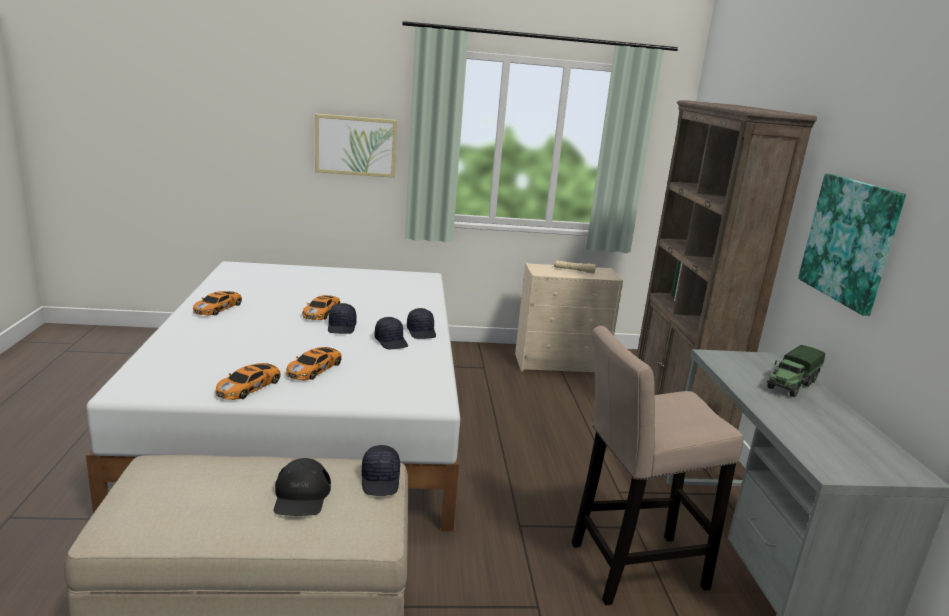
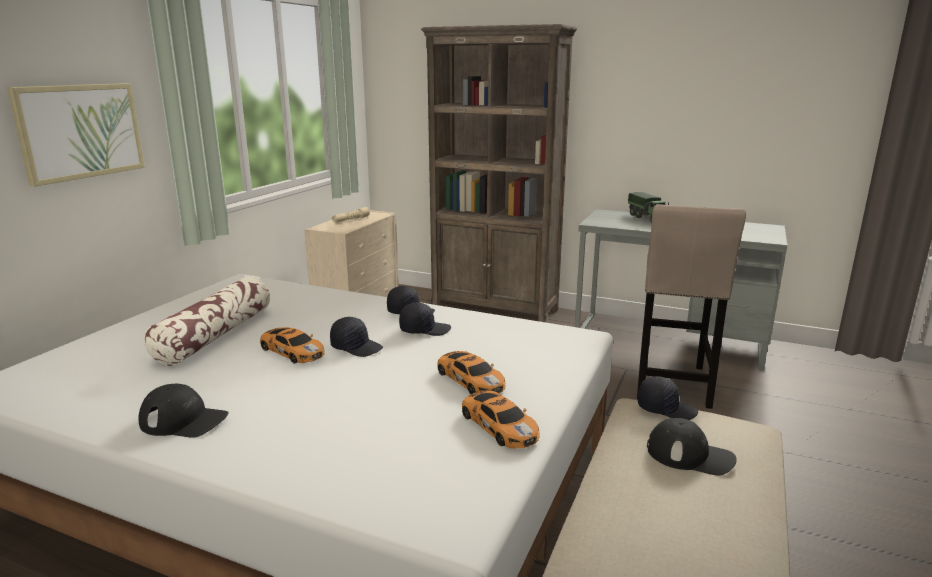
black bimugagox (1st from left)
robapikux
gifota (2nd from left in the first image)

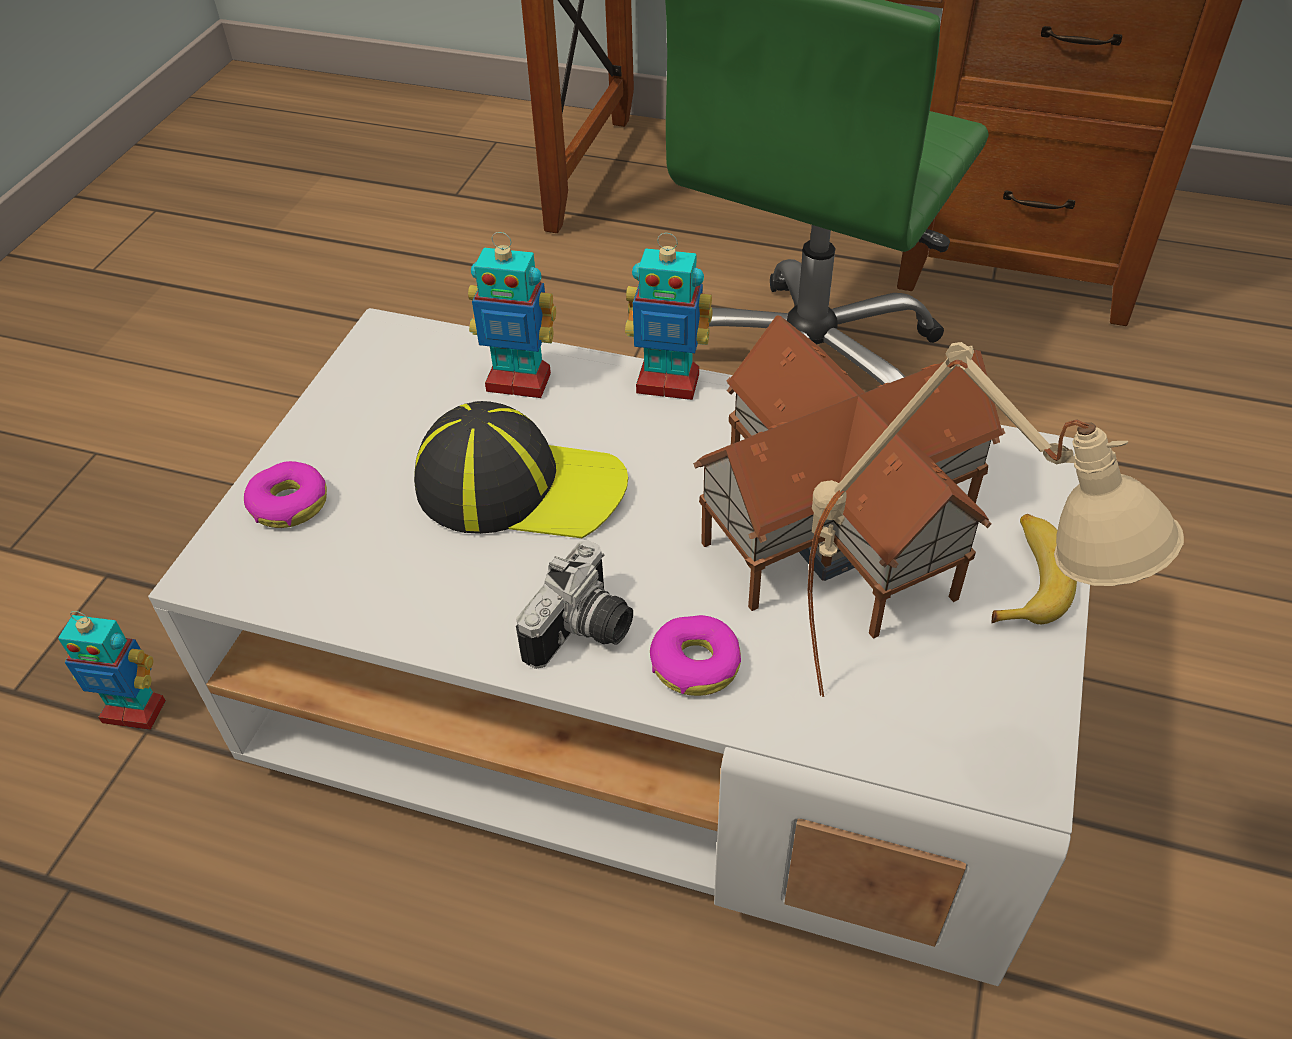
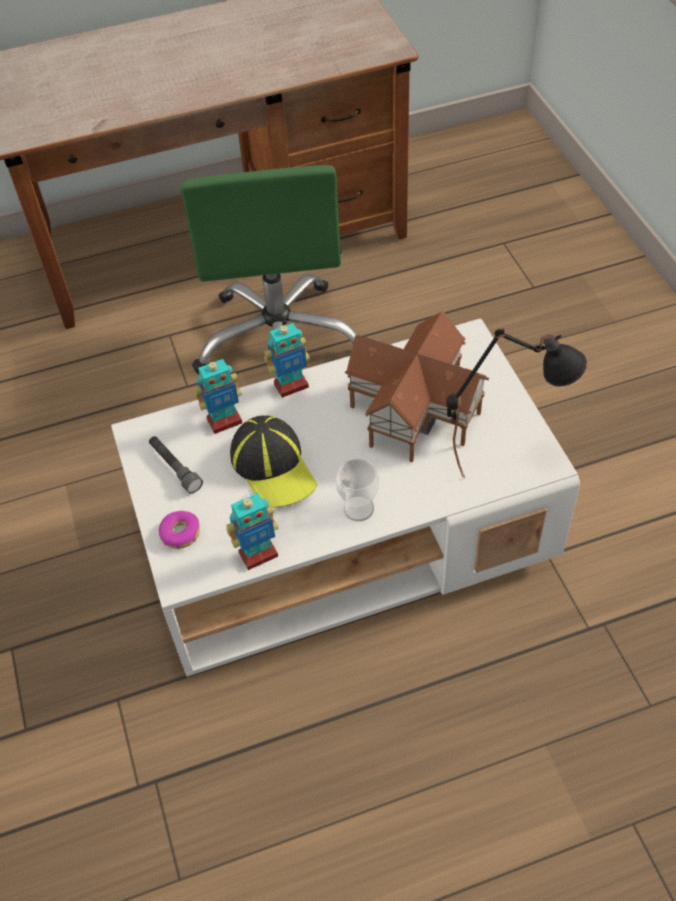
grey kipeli
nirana (2nd from left)
bimugagox
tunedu
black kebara
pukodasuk (2nd from left in the first image)
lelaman

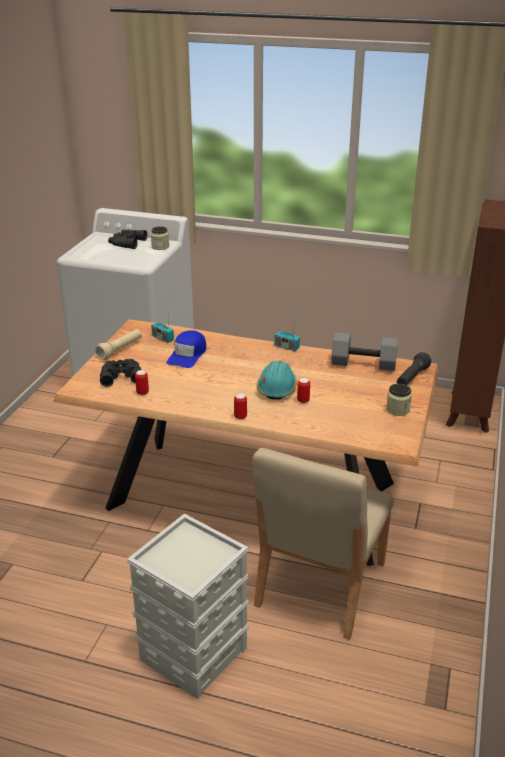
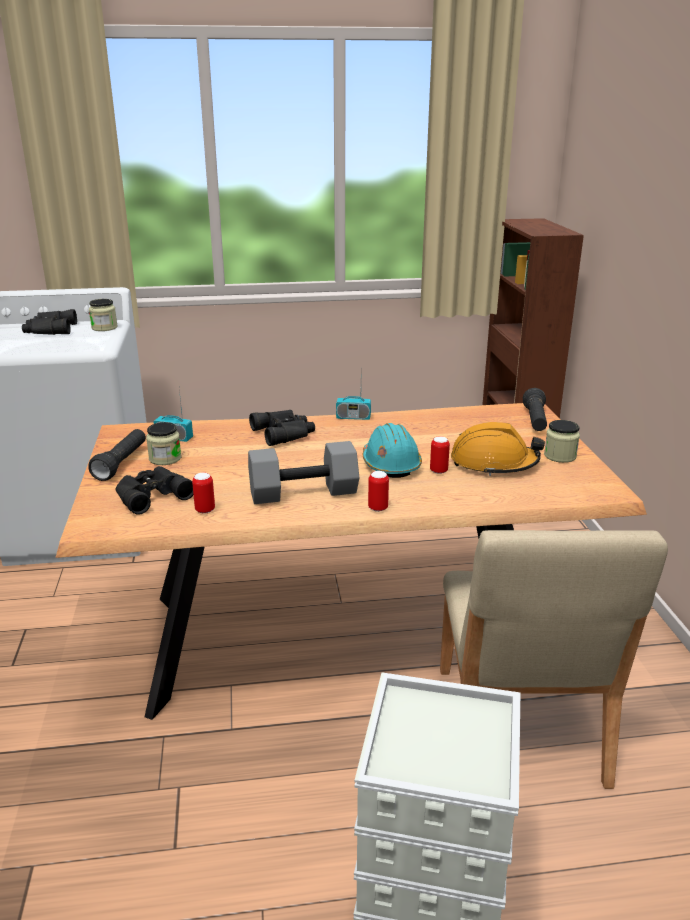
black kipeli (1st from left)
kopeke (2nd from left)
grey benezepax
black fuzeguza (3rd from left)
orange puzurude
blue bimugagox

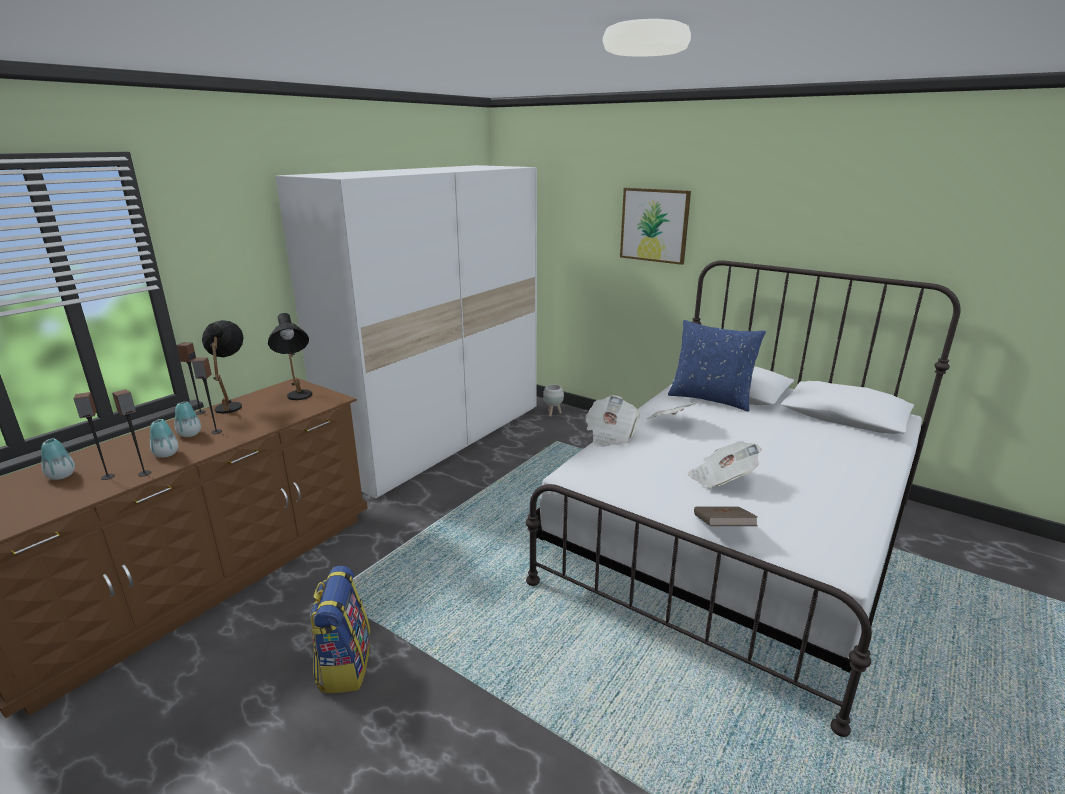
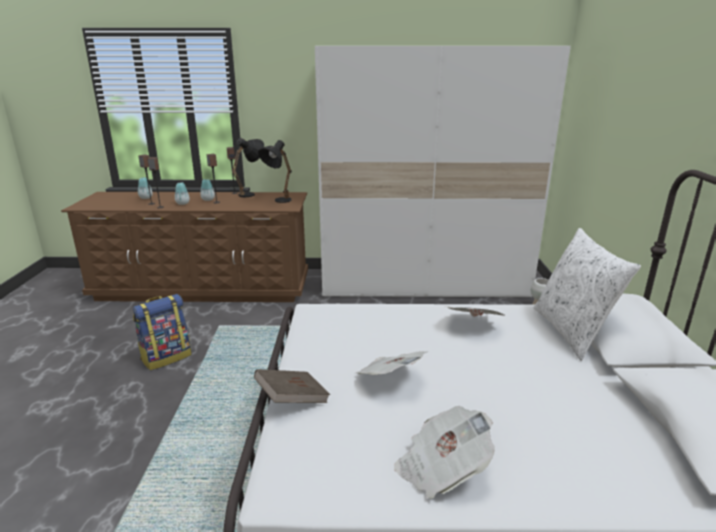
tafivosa (2nd from left)
white robapikux
gifota

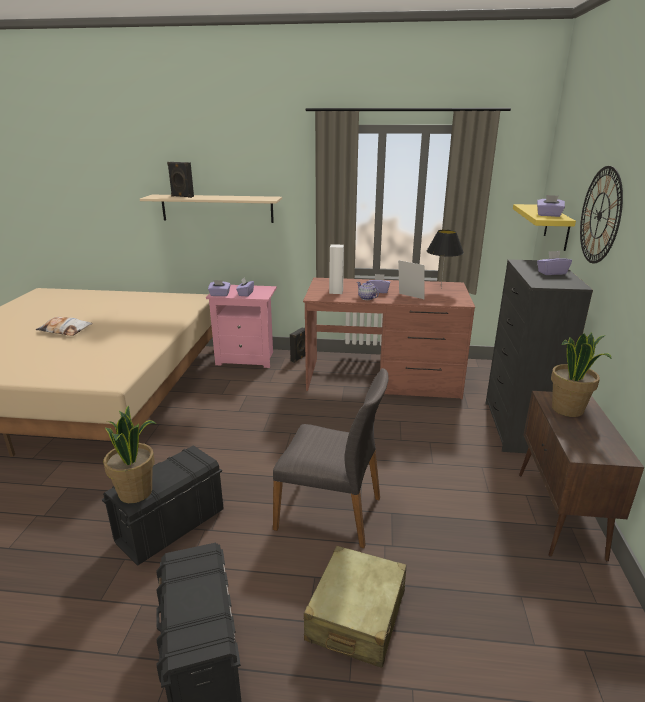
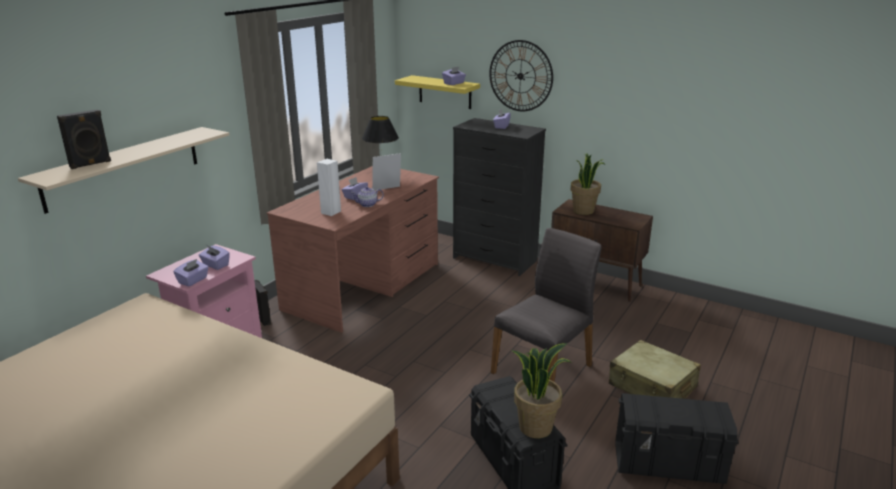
robapikux

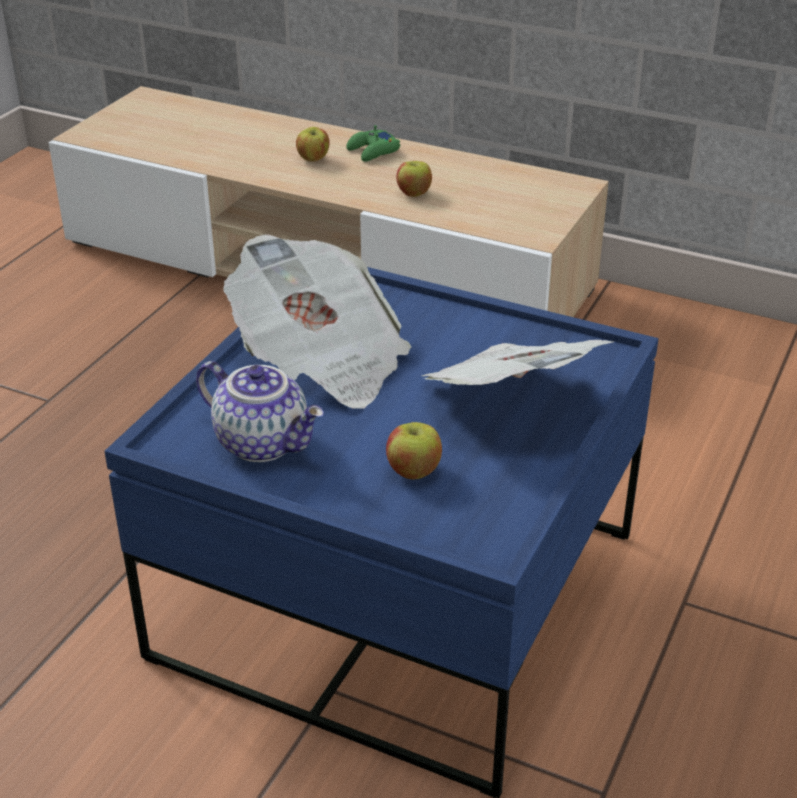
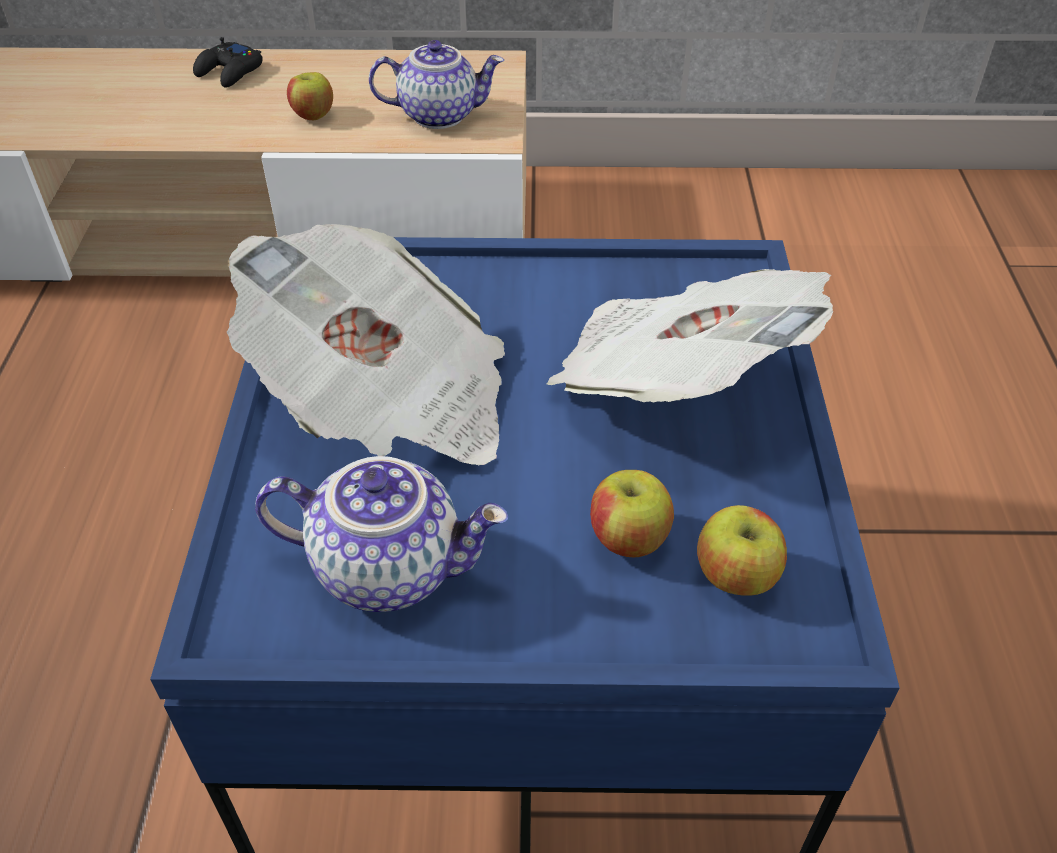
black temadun
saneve (2nd from left)
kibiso (3rd from left)

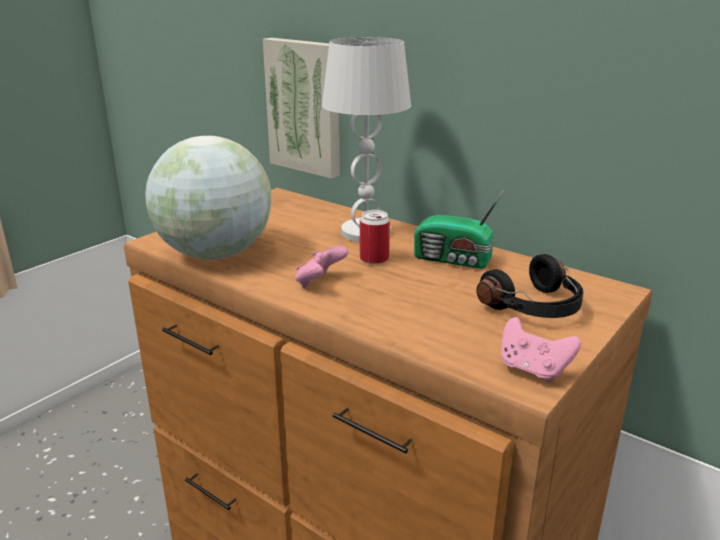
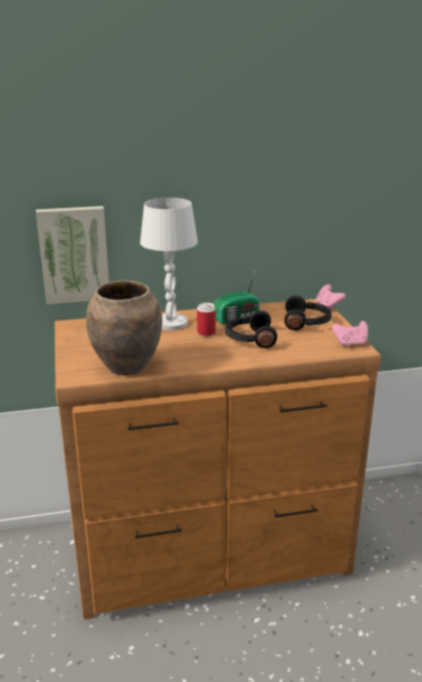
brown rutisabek
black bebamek (1st from left)
pink temadun (1st from left)

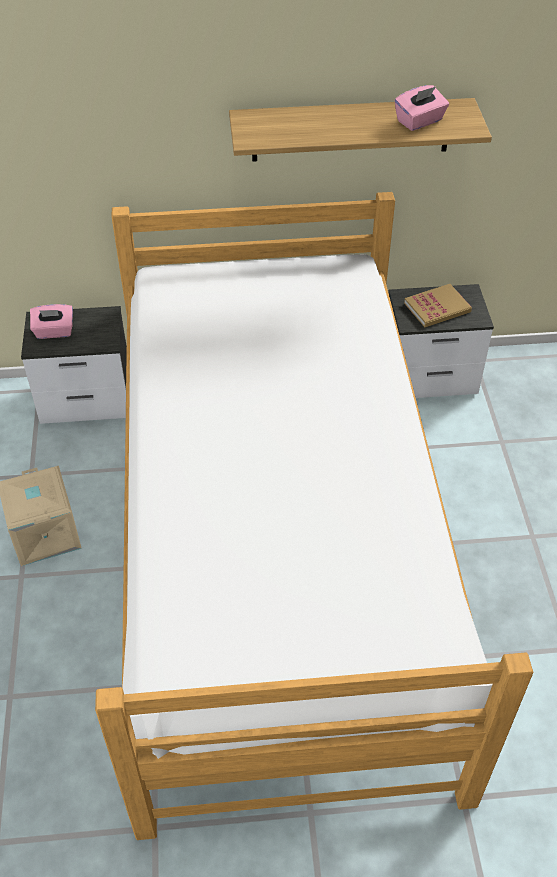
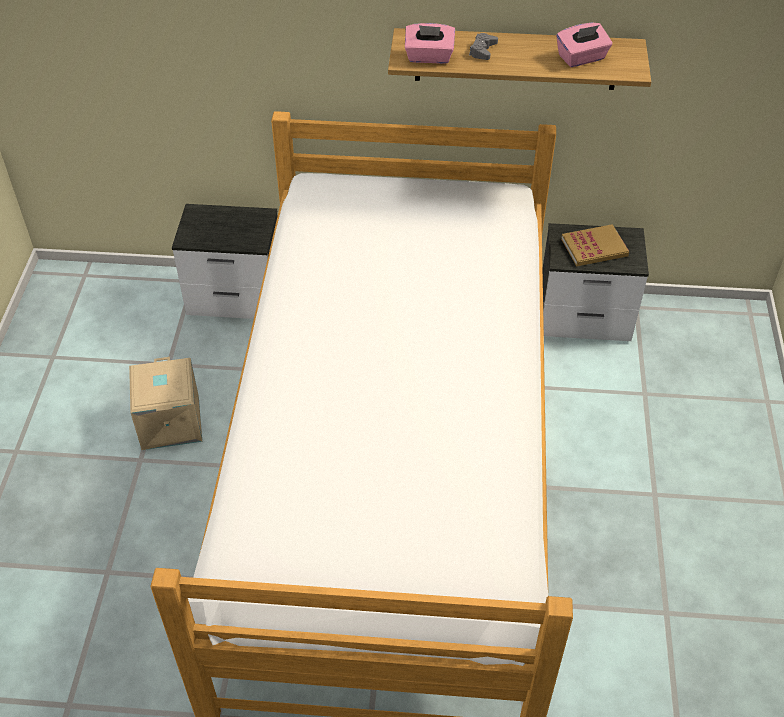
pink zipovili (1st from left)
grey temadun

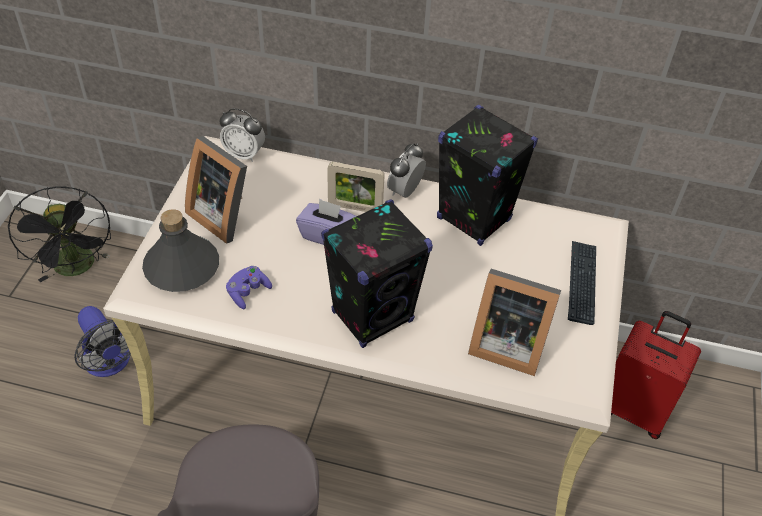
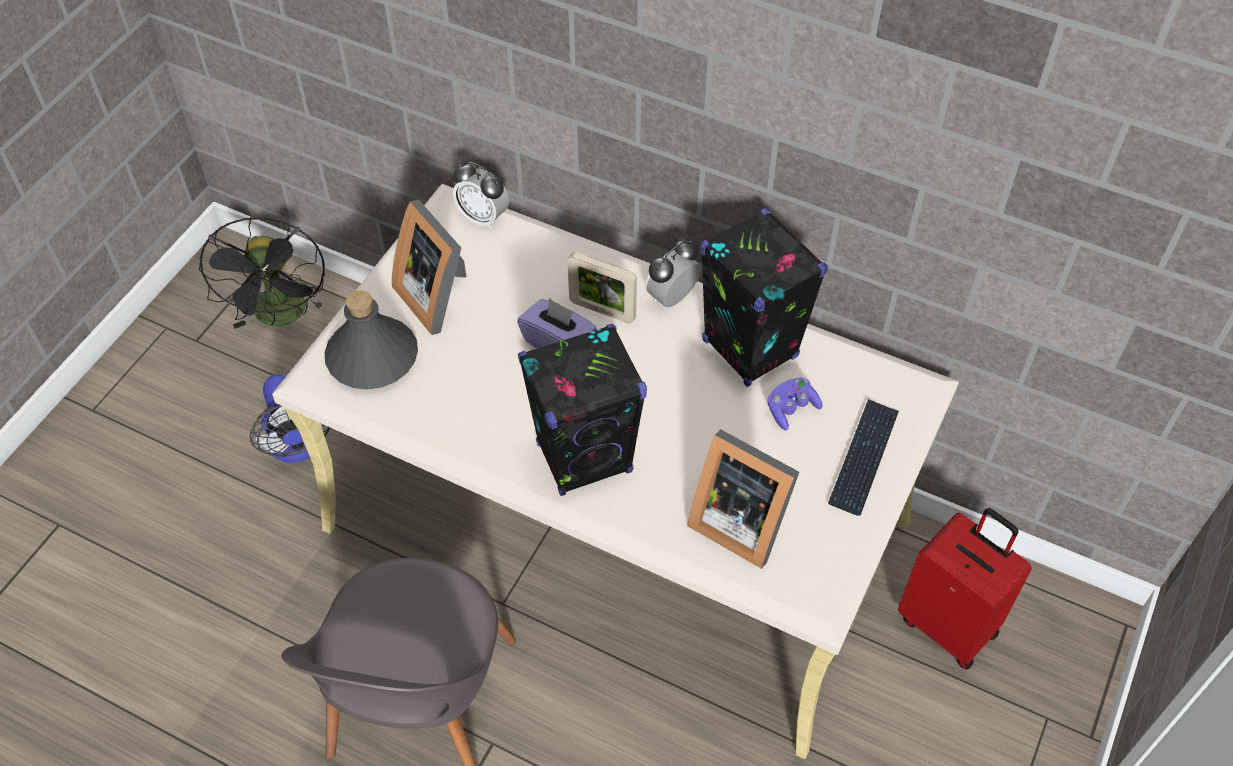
purple temadun

